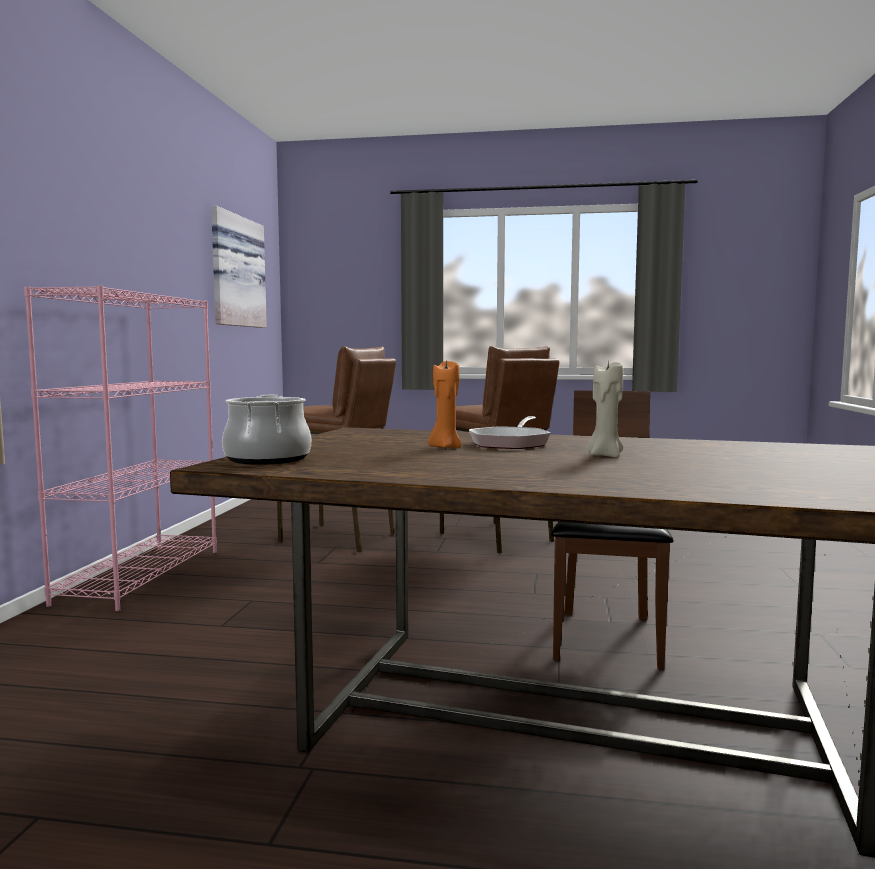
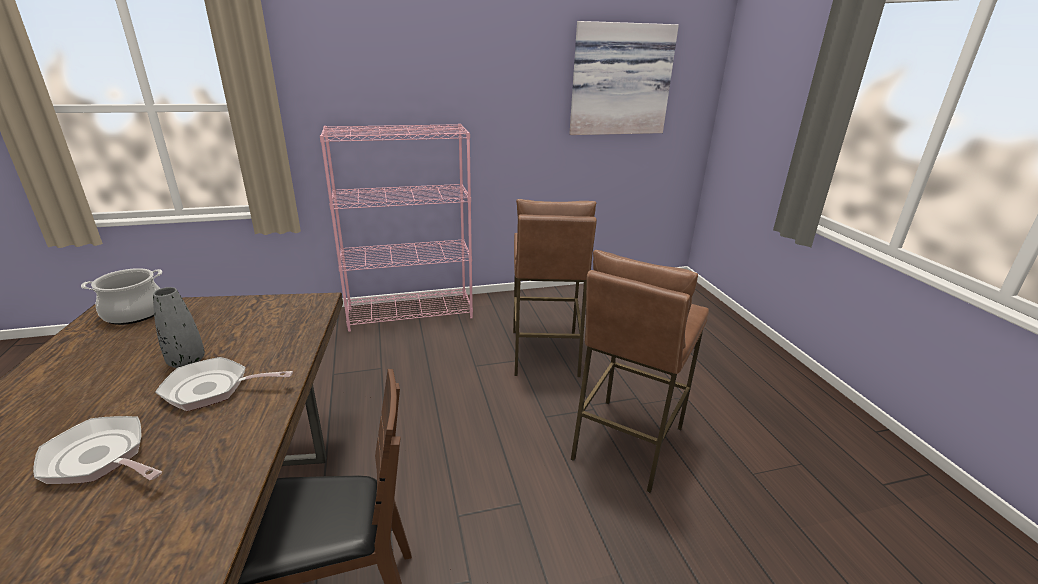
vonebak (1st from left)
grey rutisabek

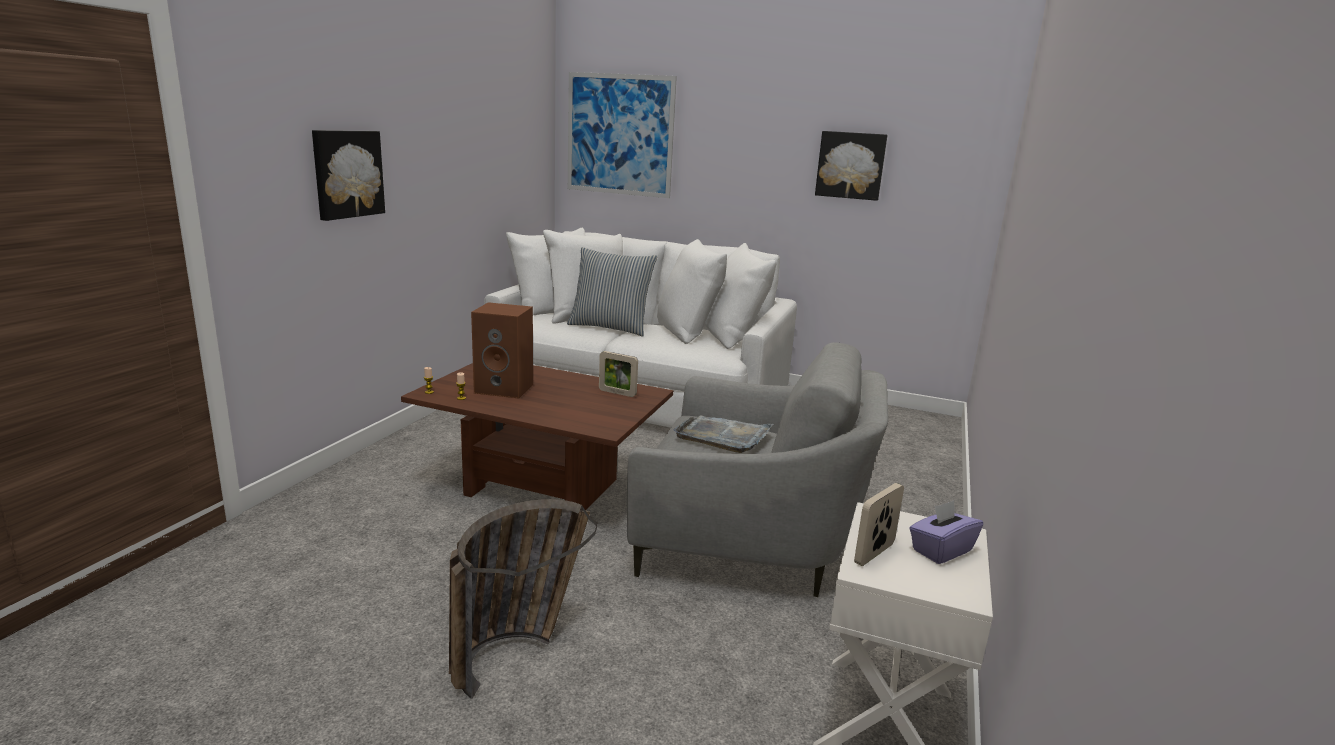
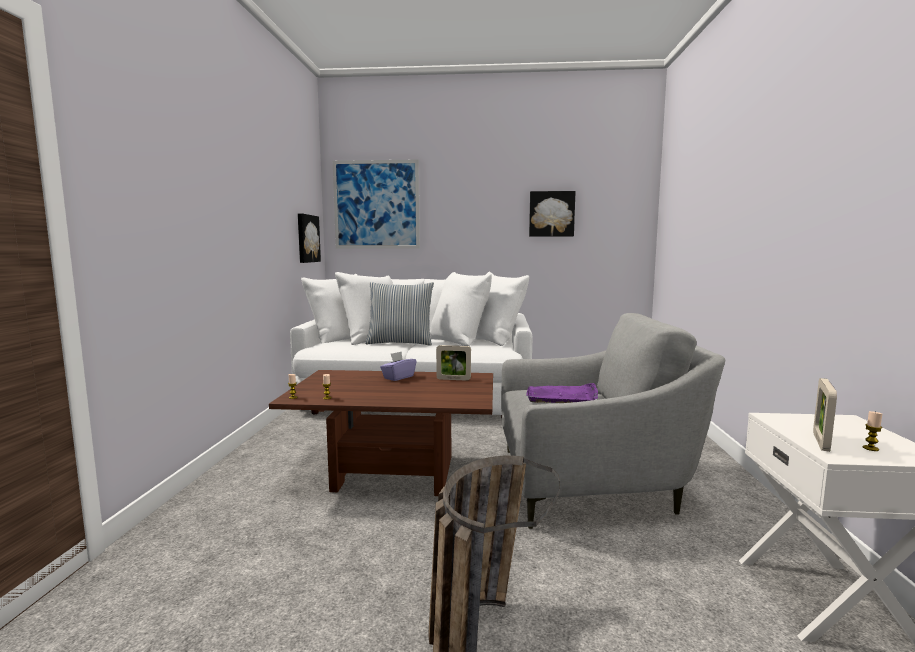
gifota (1st from left)
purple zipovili
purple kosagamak
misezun (3rd from left)
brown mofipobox

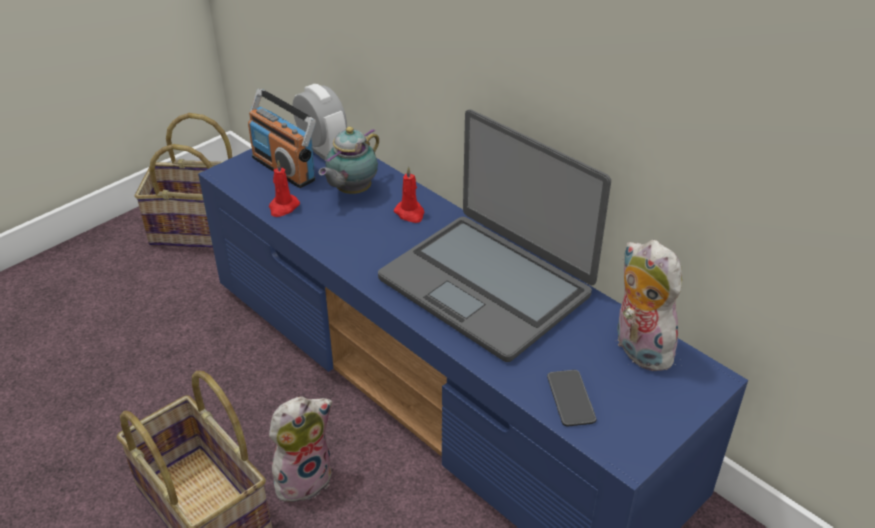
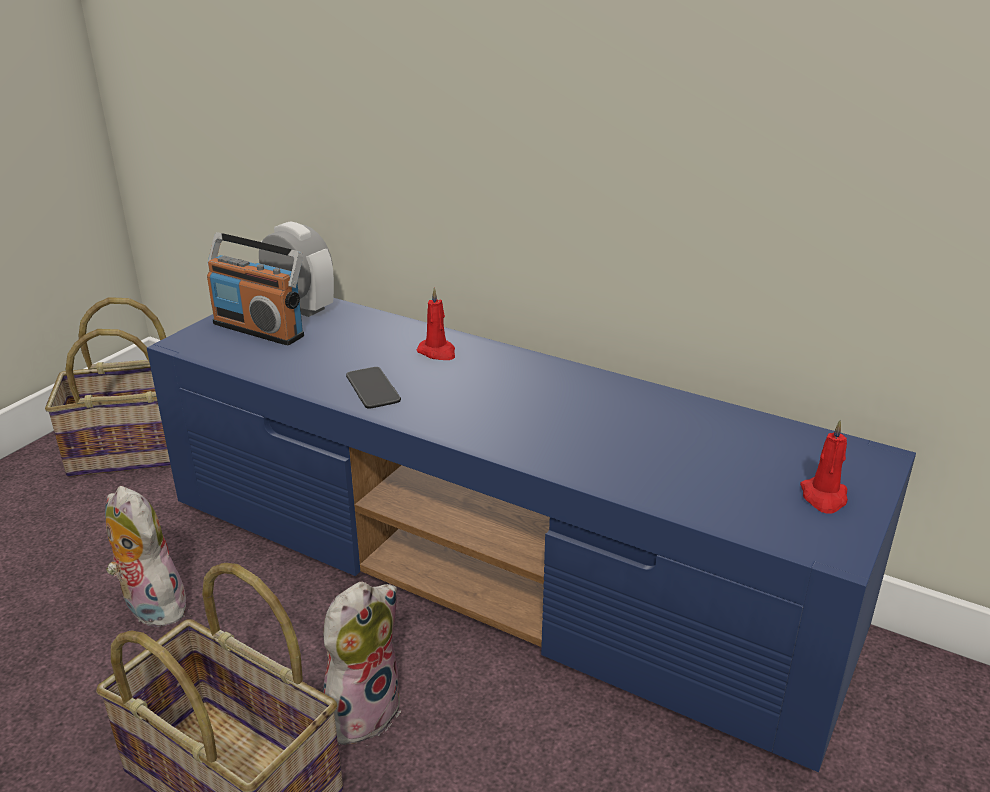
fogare (1st from left)
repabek
red misezun (2nd from left)
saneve
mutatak

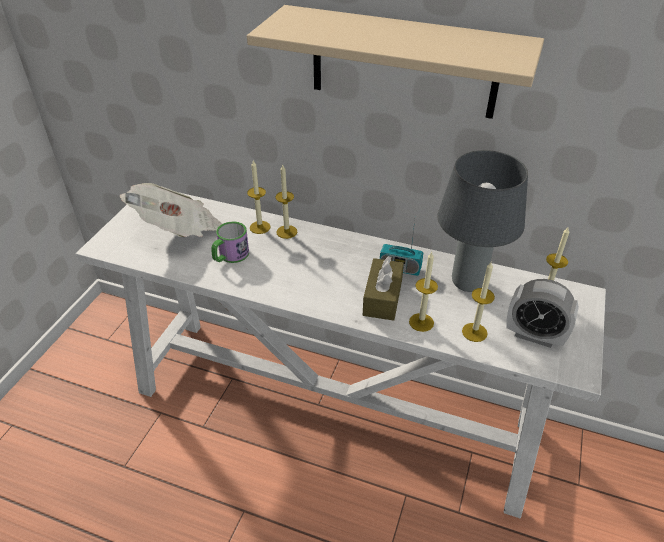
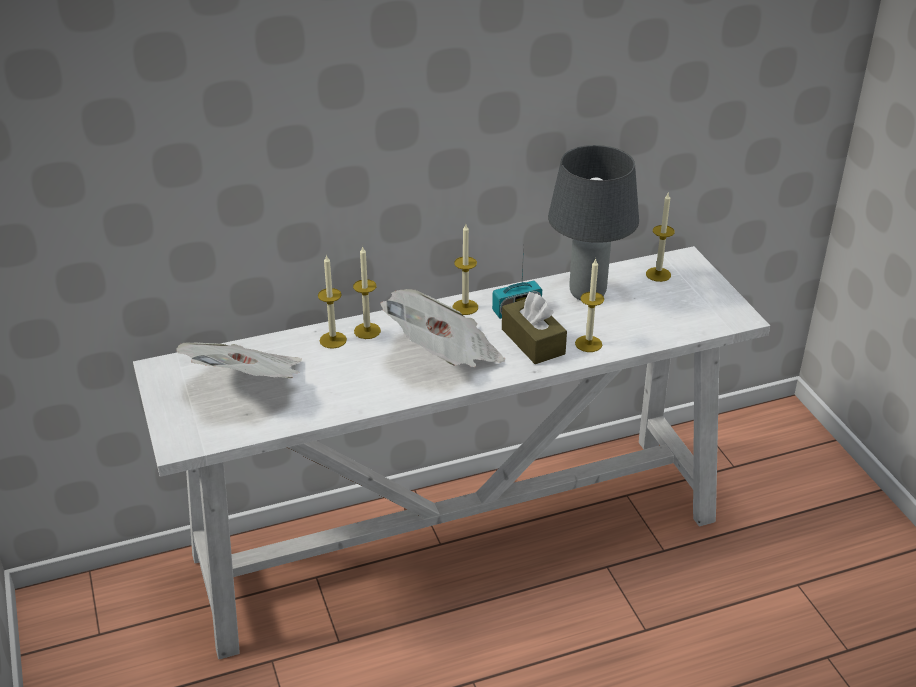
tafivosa (2nd from left)
misezun (3rd from left)
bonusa
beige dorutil
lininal

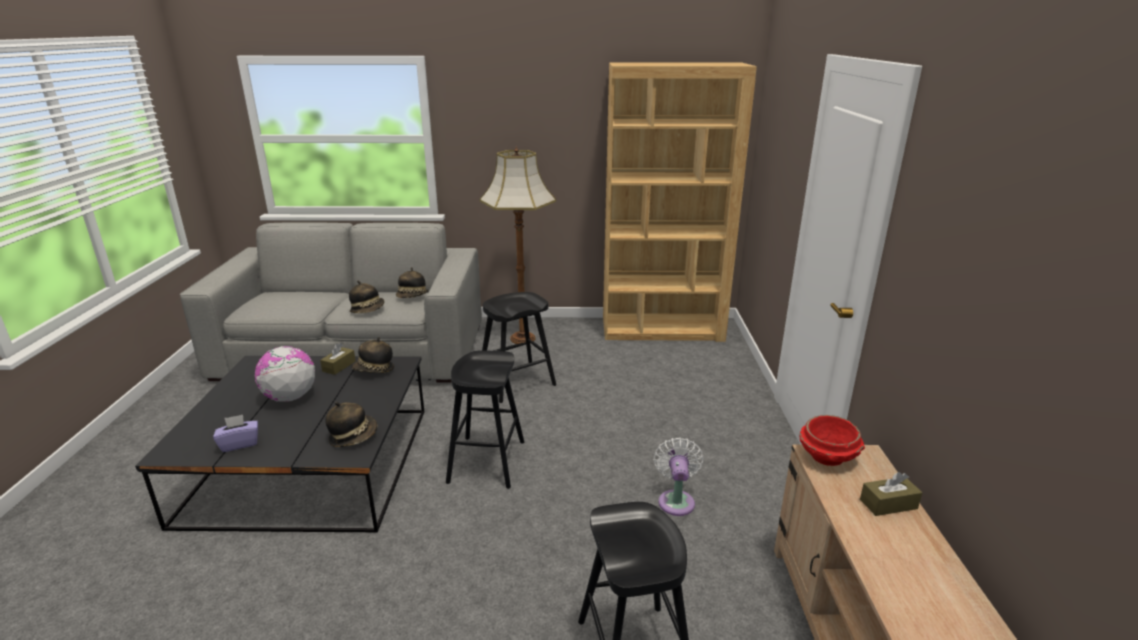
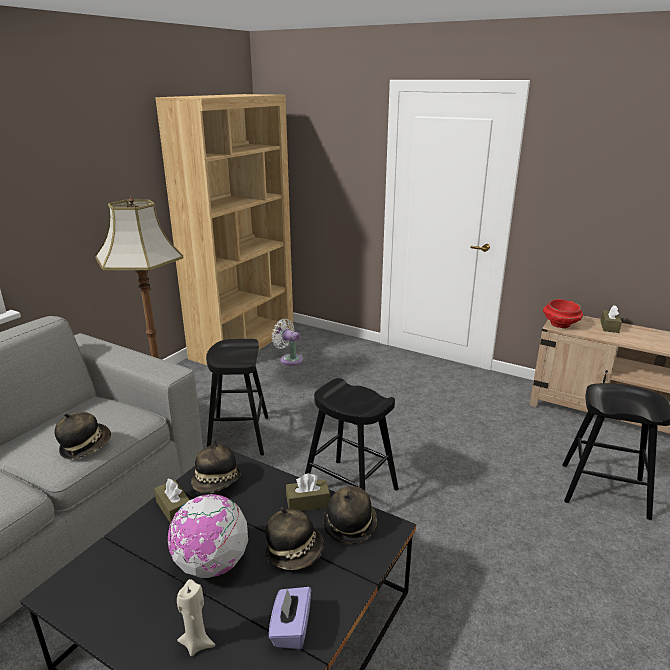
beige misezun
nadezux (3rd from left)
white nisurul
brown zipovili (2nd from left)

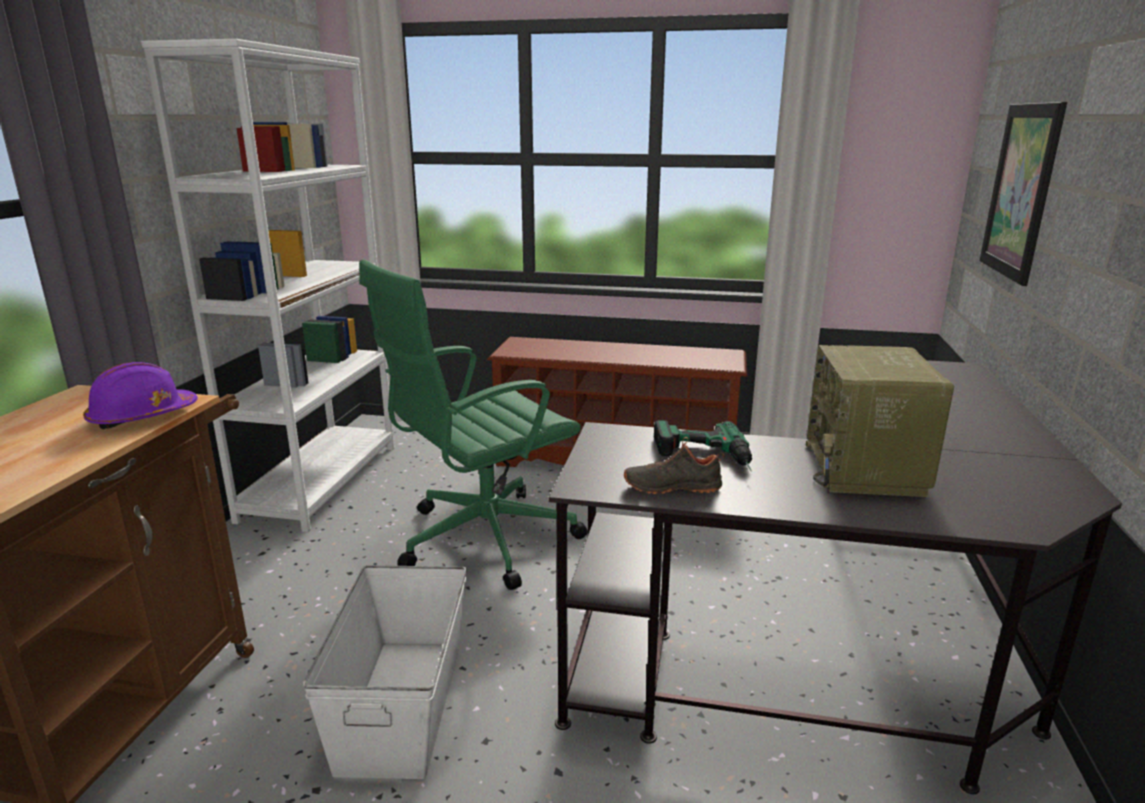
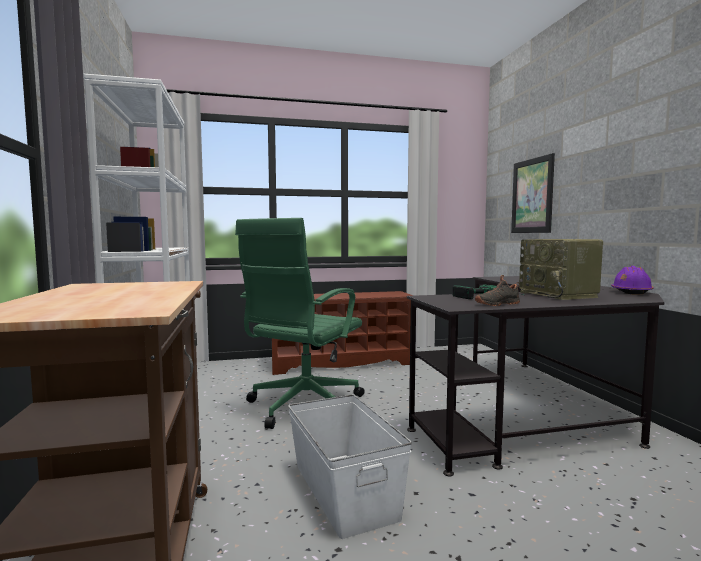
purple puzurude

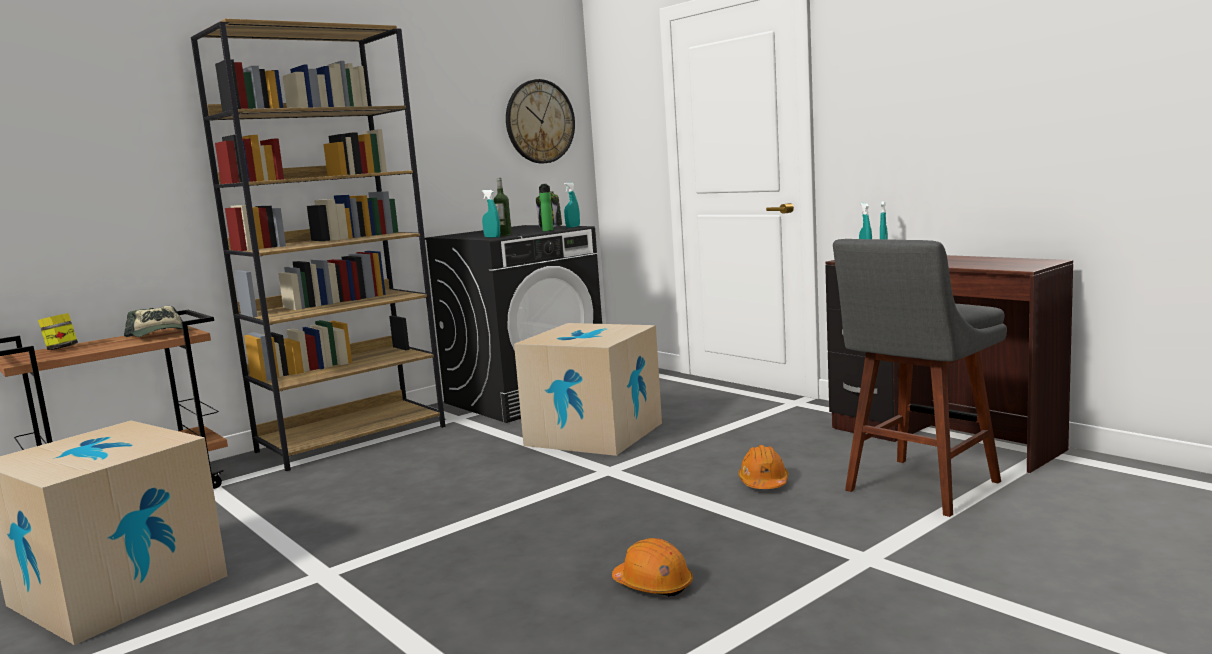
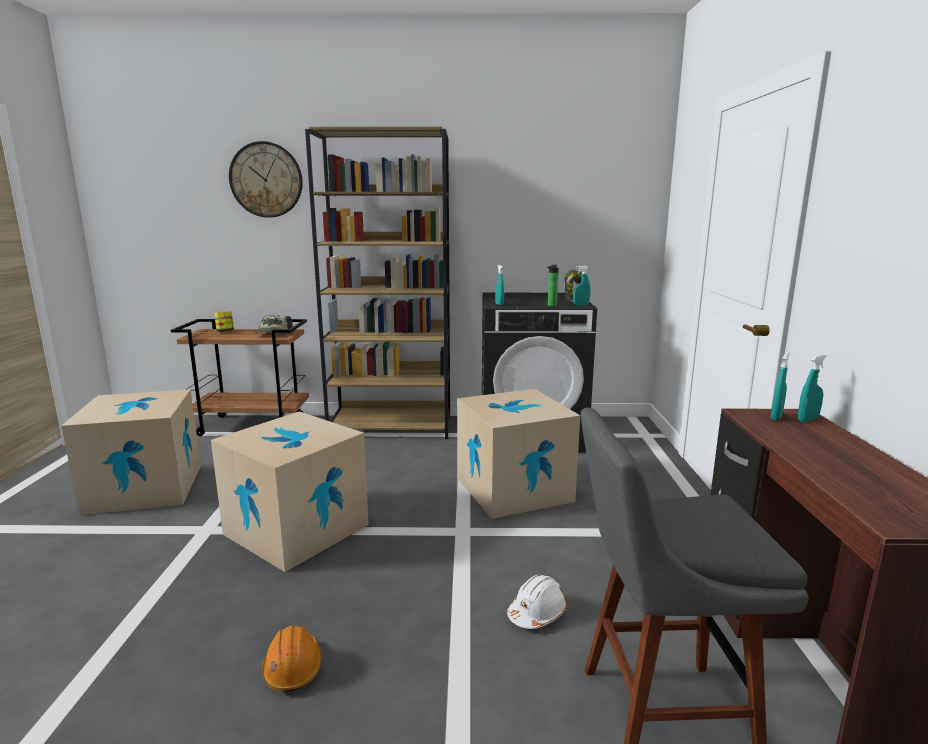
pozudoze (2nd from left)
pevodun
white puzurude
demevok (1st from left in the first image)

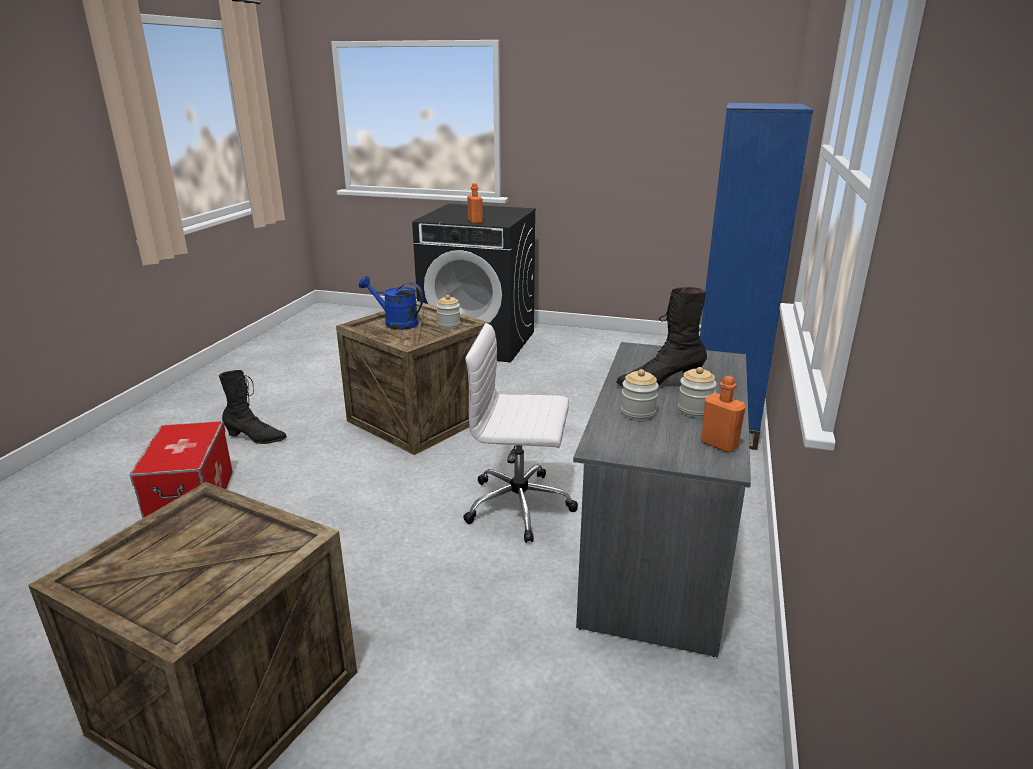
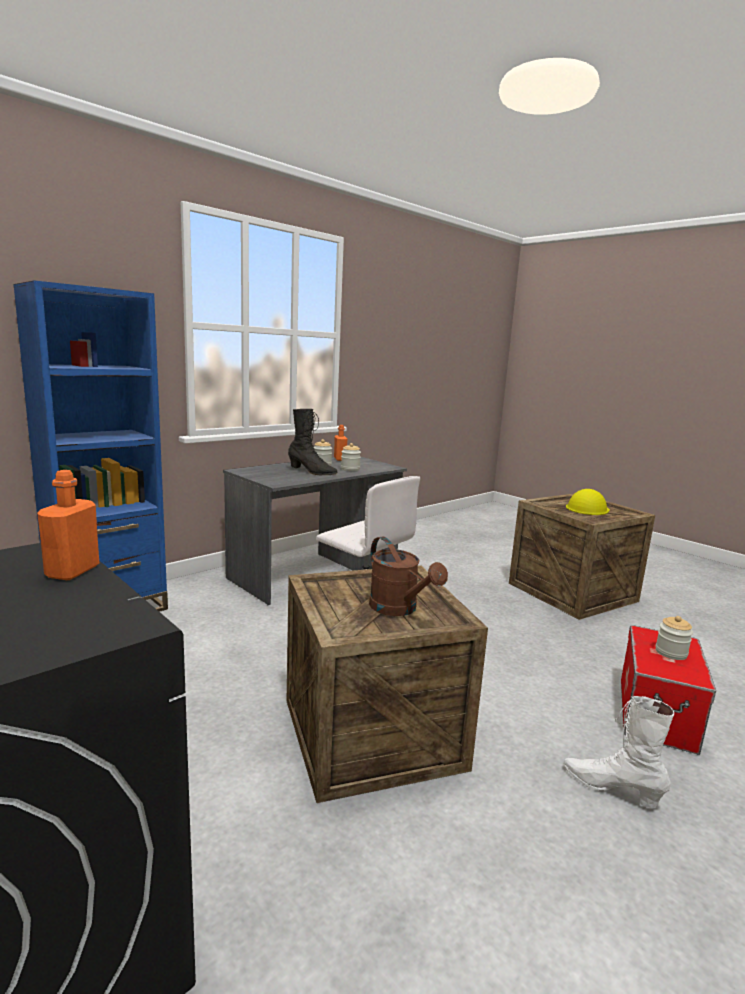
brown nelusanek
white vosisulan
yellow puzurude
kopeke (3rd from left)

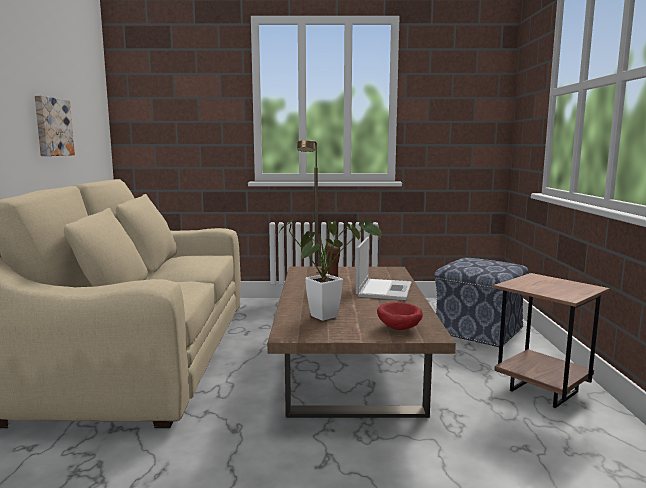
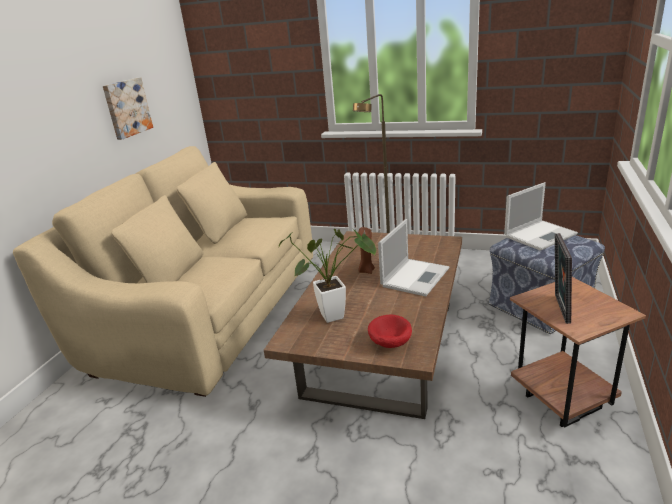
mutatak (2nd from left)
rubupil

